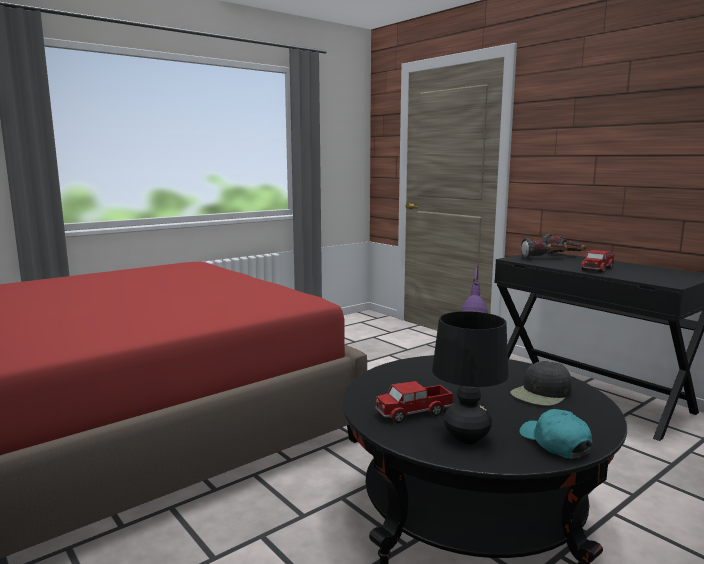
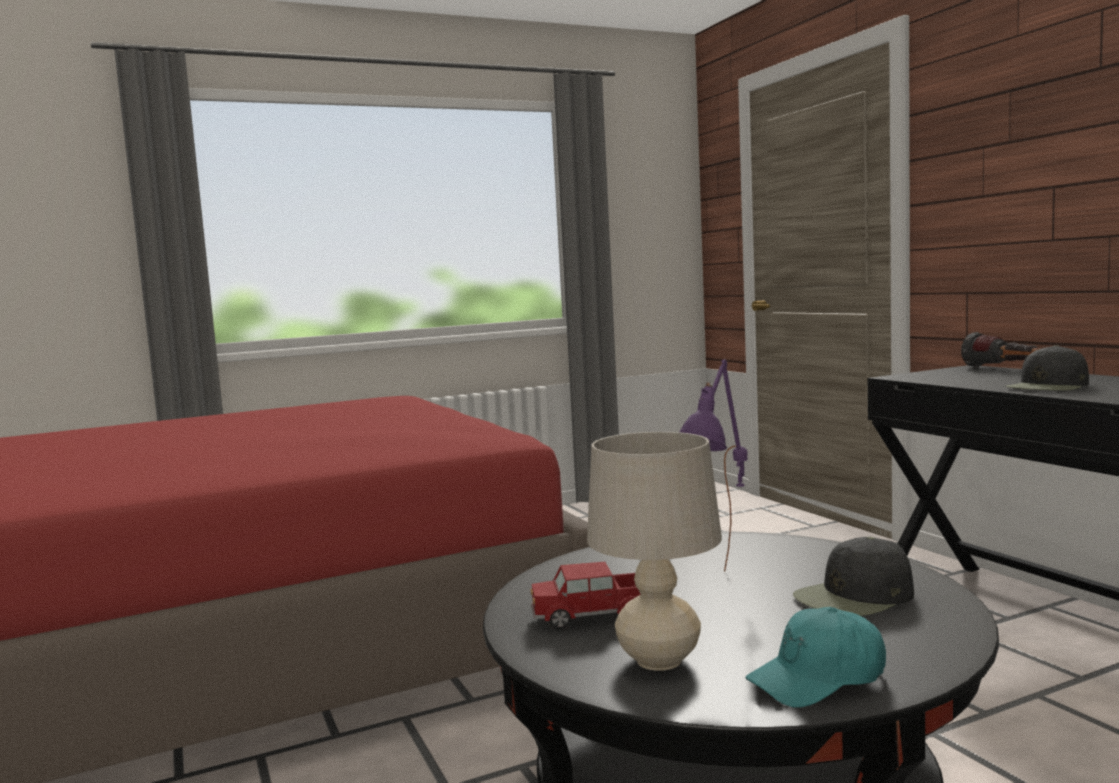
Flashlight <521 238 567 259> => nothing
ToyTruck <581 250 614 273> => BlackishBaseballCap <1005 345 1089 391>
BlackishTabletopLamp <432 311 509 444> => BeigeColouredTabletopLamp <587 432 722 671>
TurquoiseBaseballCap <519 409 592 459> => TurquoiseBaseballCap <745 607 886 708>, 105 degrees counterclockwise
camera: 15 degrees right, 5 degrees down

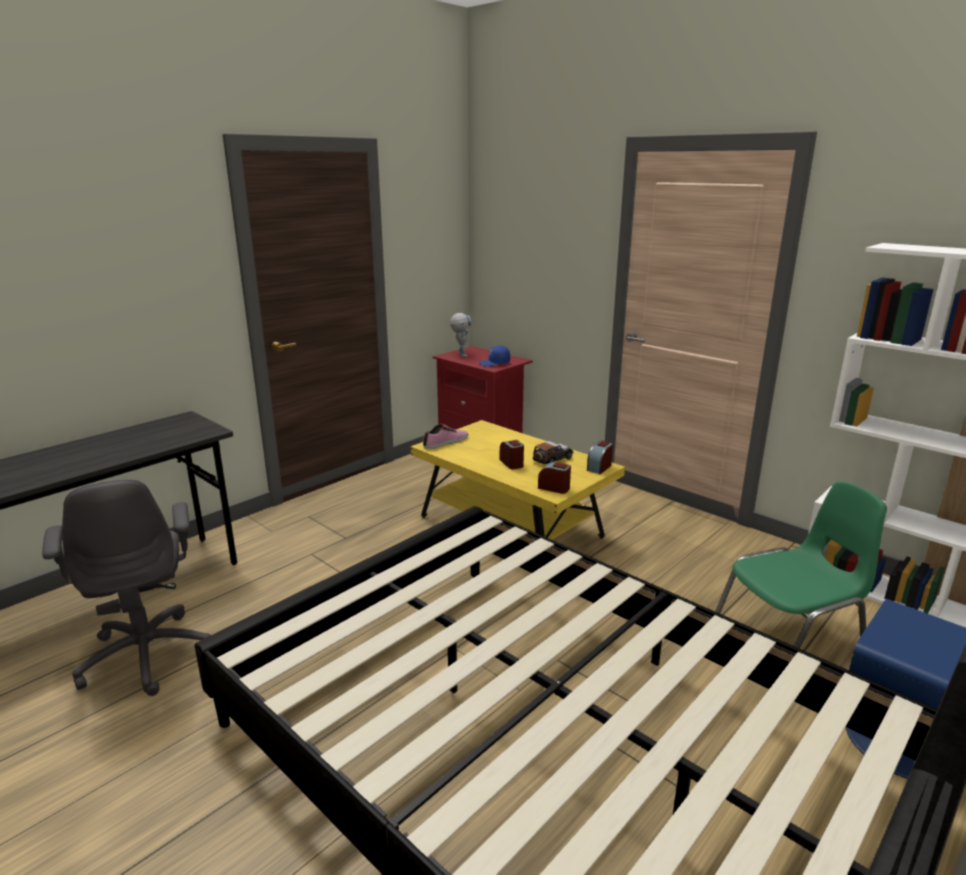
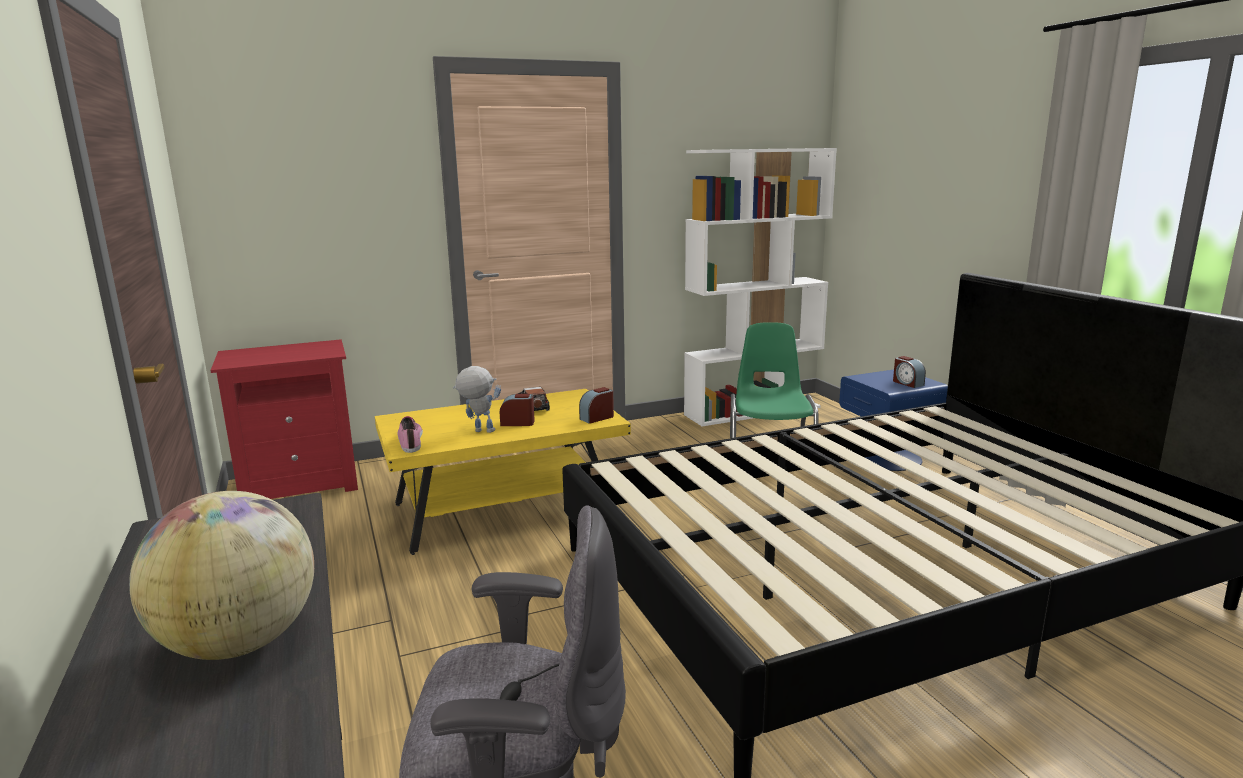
ToyRobot <450 313 472 357> => ToyRobot <453 366 501 433>, moved
BluishBaseballCap <479 345 510 367> => nothing
BedsideClock <587 441 613 474> => BedsideClock <893 356 926 388>, moved
nothing => DeskGlobe <129 491 314 660>
camera: 65 degrees left, 5 degrees down

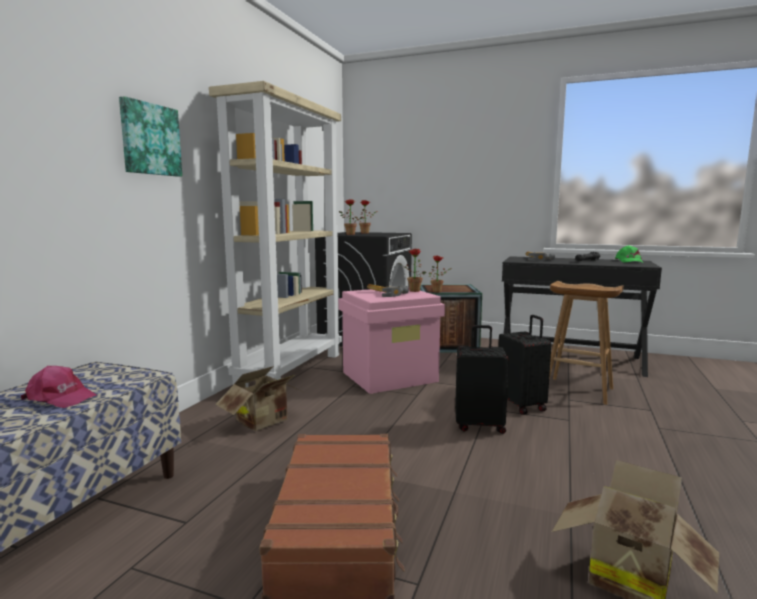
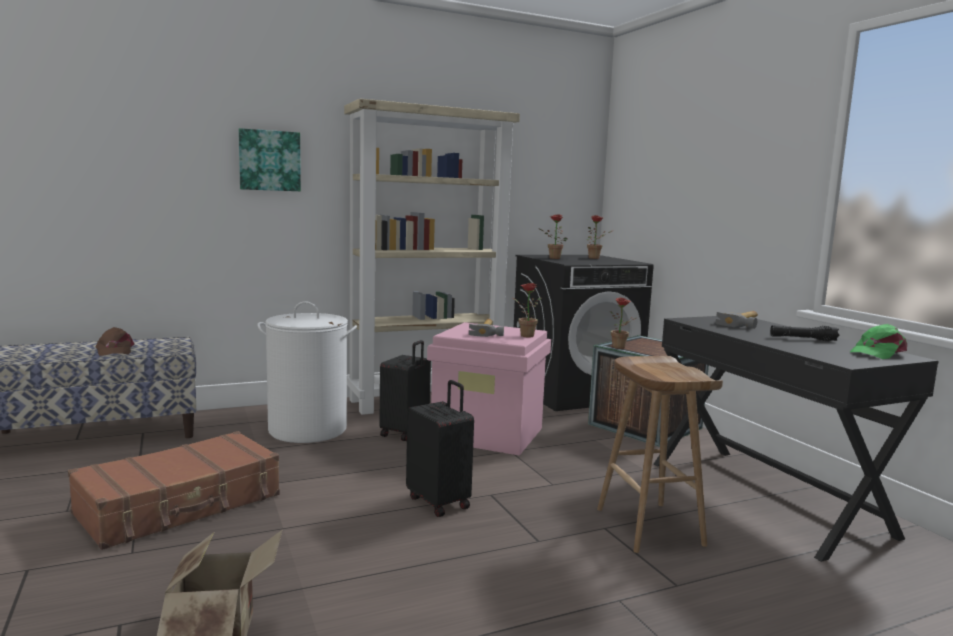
BlackishPieceOfLuggage <498 315 552 415> => BlackishPieceOfLuggage <379 340 431 441>, moved
PinkBaseballCap <21 366 97 408> => BrownishBaseballCap <96 327 134 356>
Carton <215 366 300 431> => WhiteWashingBasket <258 301 357 443>
camera: 45 degrees right, 0 degrees up

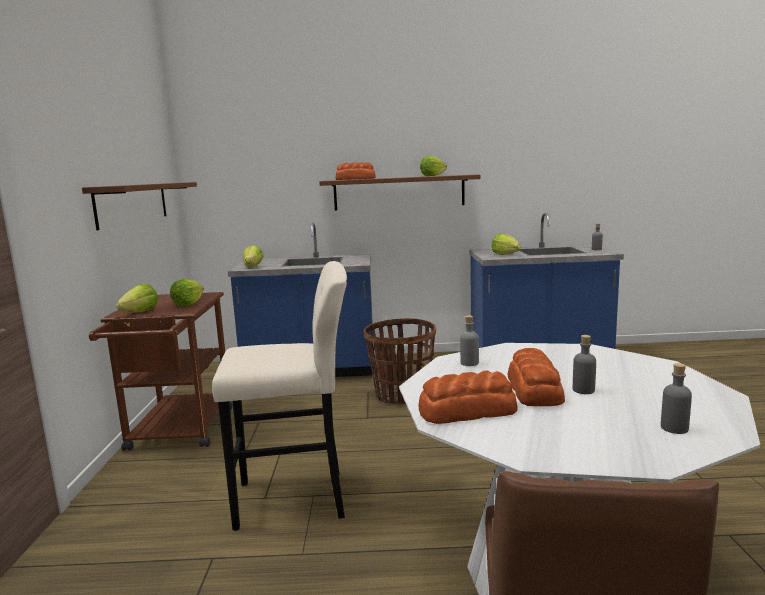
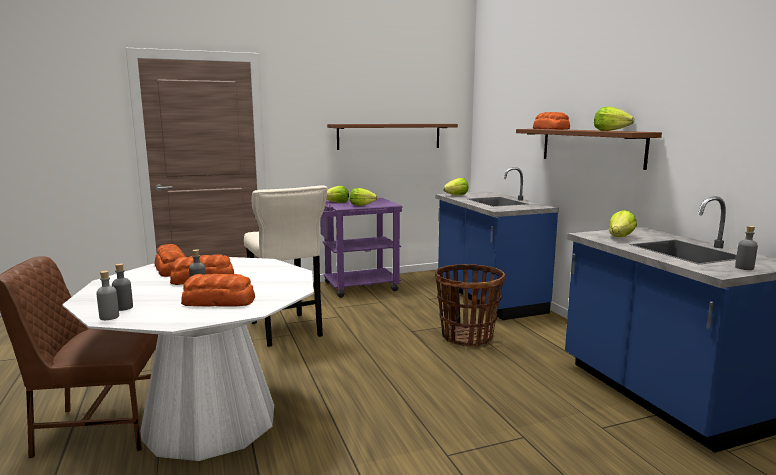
BrownishCart <89 292 232 451> => PurpleColouredCart <320 198 402 298>
GreyBeverageBottle <460 315 479 366> => GreyBeverageBottle <96 271 119 320>, moved
nothing => BakeryBread <181 274 255 307>
camera: 70 degrees right, 0 degrees up

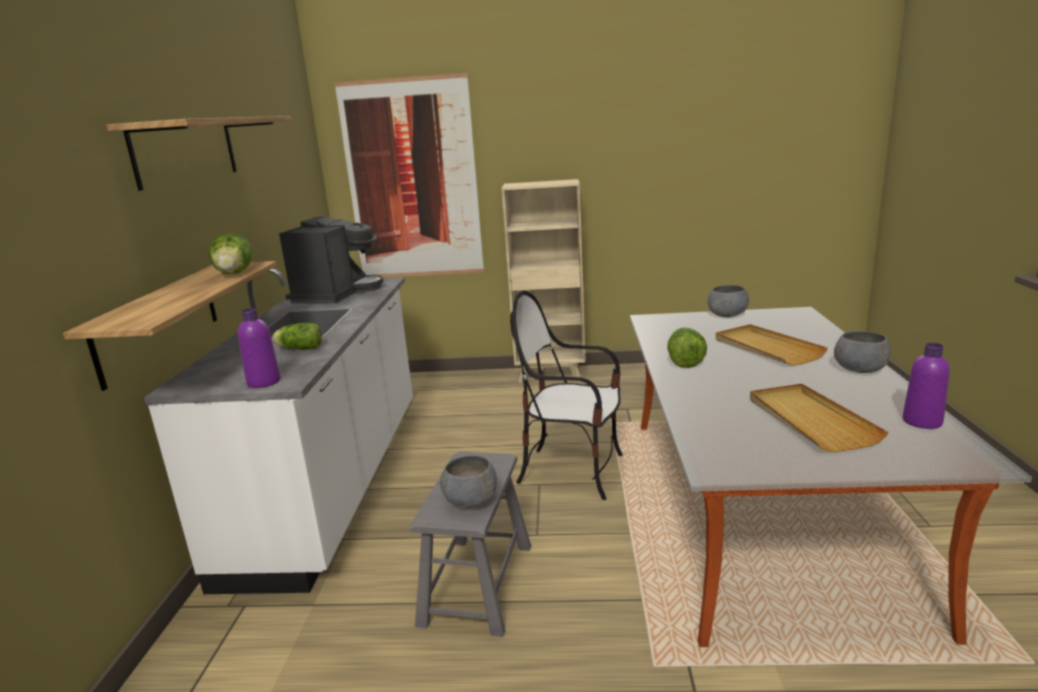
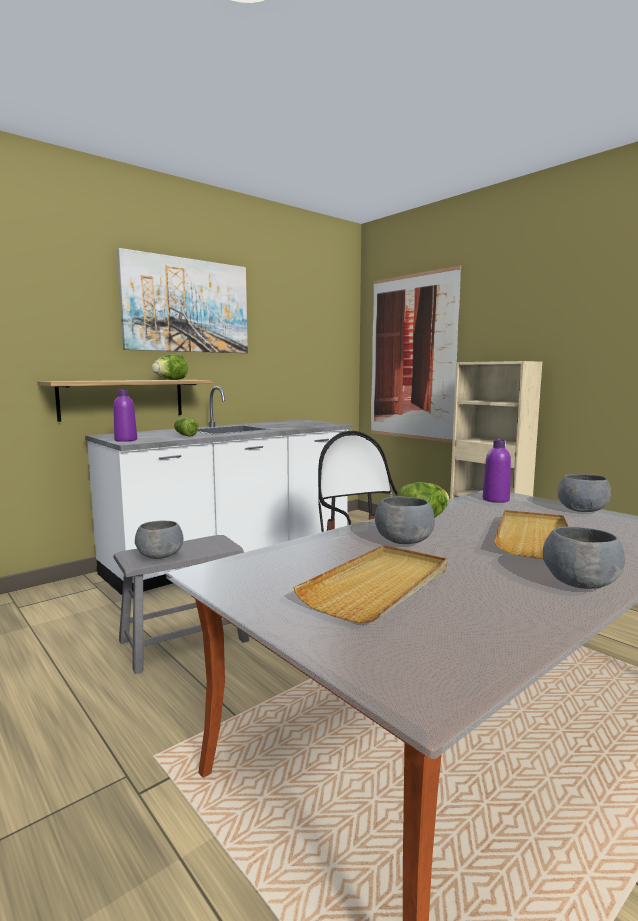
BracketShelf <106 116 292 191> => WallArt <117 248 248 353>
CoffeeBrewer <279 216 383 304> => nothing
PurpleColouredBeverageBottle <903 343 950 429> => PurpleColouredBeverageBottle <483 439 511 503>, moved
nothing => GreyBowl <375 497 435 544>
camera: 45 degrees right, 10 degrees down

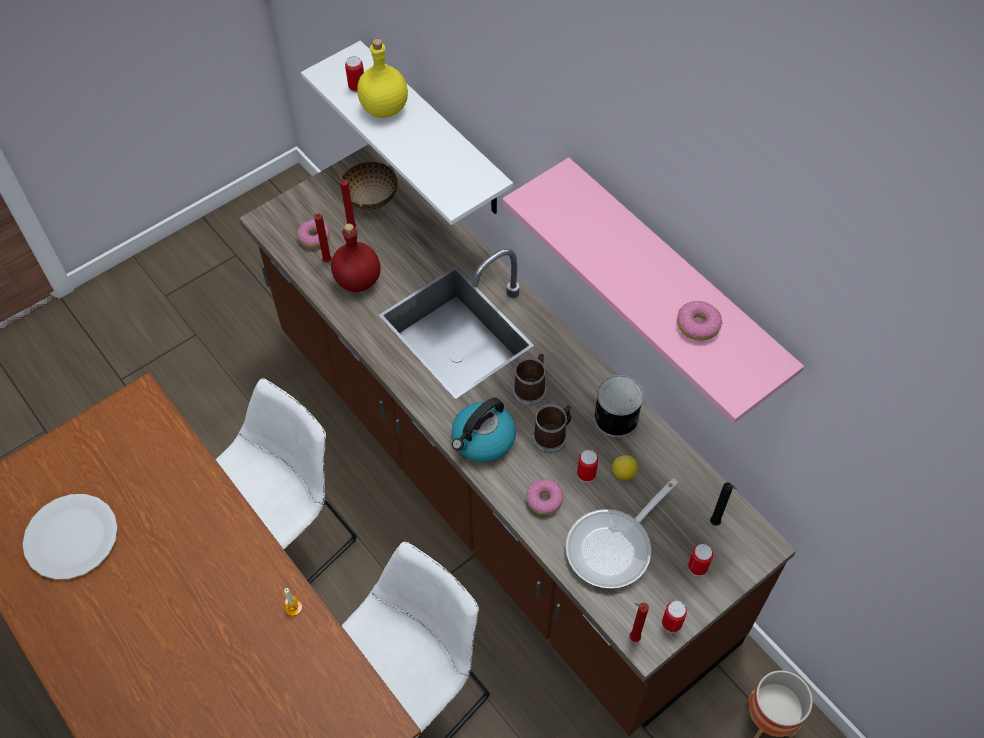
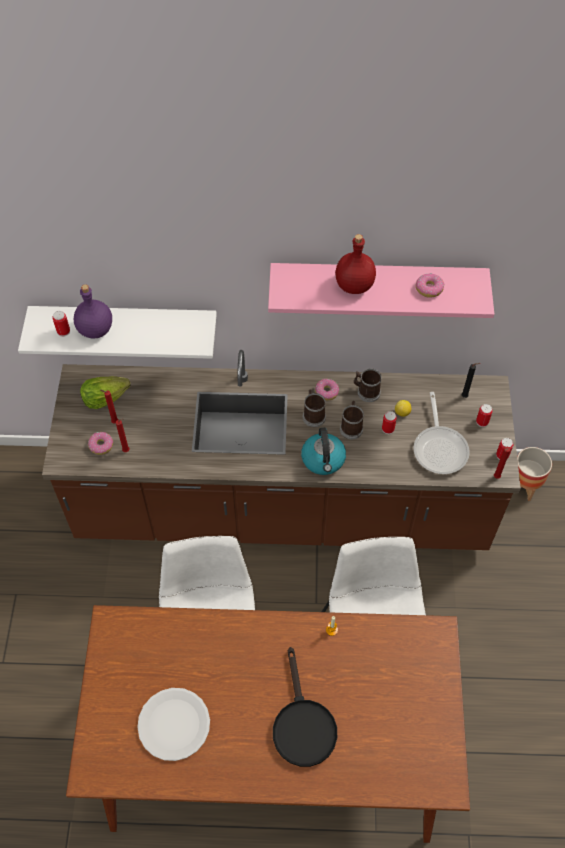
YellowBeverageBottle <357 39 408 118> => PurpleColouredBeverageBottle <74 284 112 338>
Bowl <340 162 397 210> => LettuceHead <80 376 130 409>
RedBeverageBottle <331 224 381 292> => RedBeverageBottle <335 234 376 294>, moved
Can <594 375 644 437> => Mug <354 368 382 402>
Doughnut <526 479 564 515> => Doughnut <315 379 339 401>, moved
nothing => BlackishSkillet <273 647 337 767>
camera: 50 degrees left, 0 degrees up

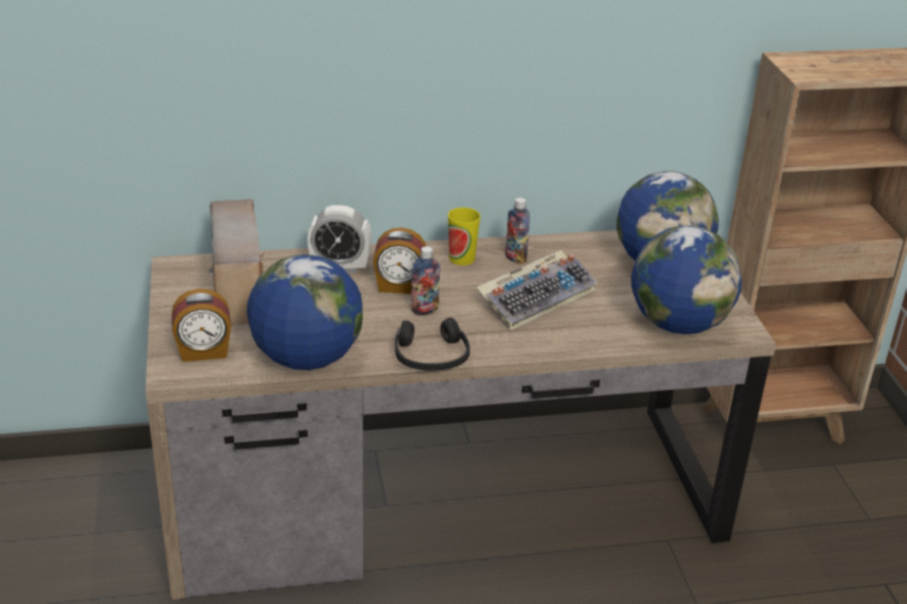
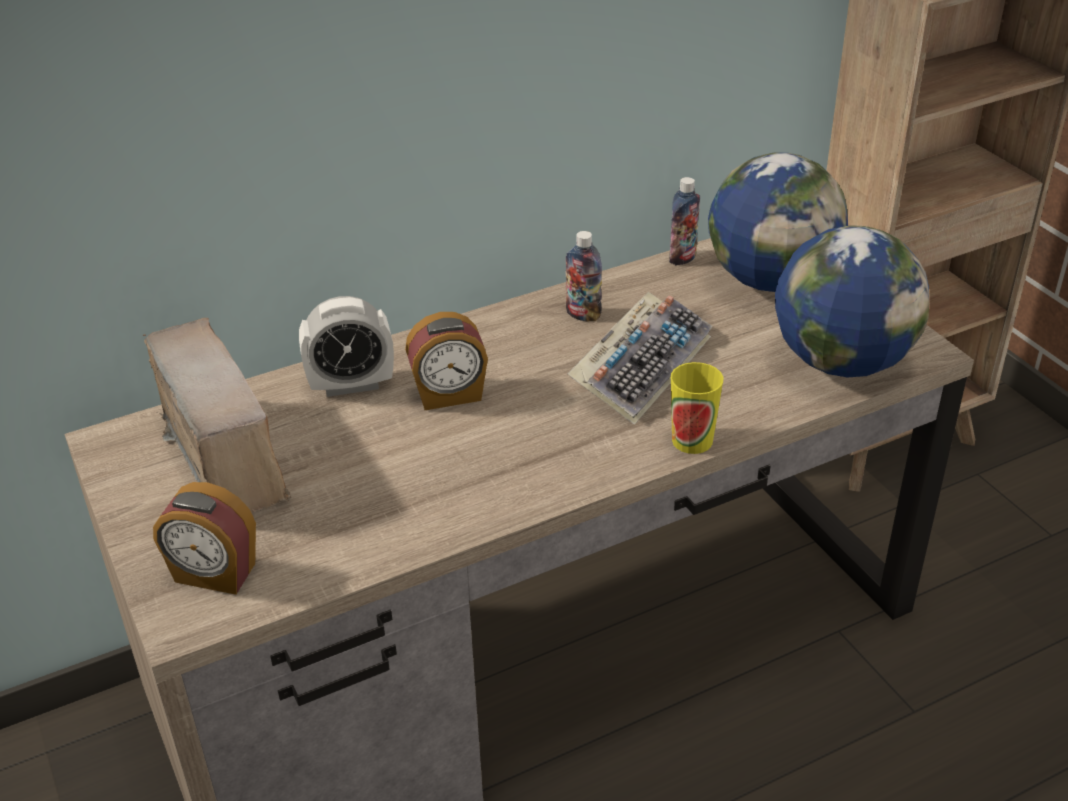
DrinkingCup <448 207 481 266> => DrinkingCup <671 362 723 454>, moved
BeverageBottle <411 246 440 315> => BeverageBottle <669 177 700 266>, moved
DeskGlobe <247 254 363 370> => nothing
BedsideClock <172 289 231 362> => BedsideClock <153 482 256 595>, 45 degrees clockwise
BlackishHeadphones <395 317 470 371> => nothing
camera: 15 degrees left, 5 degrees up

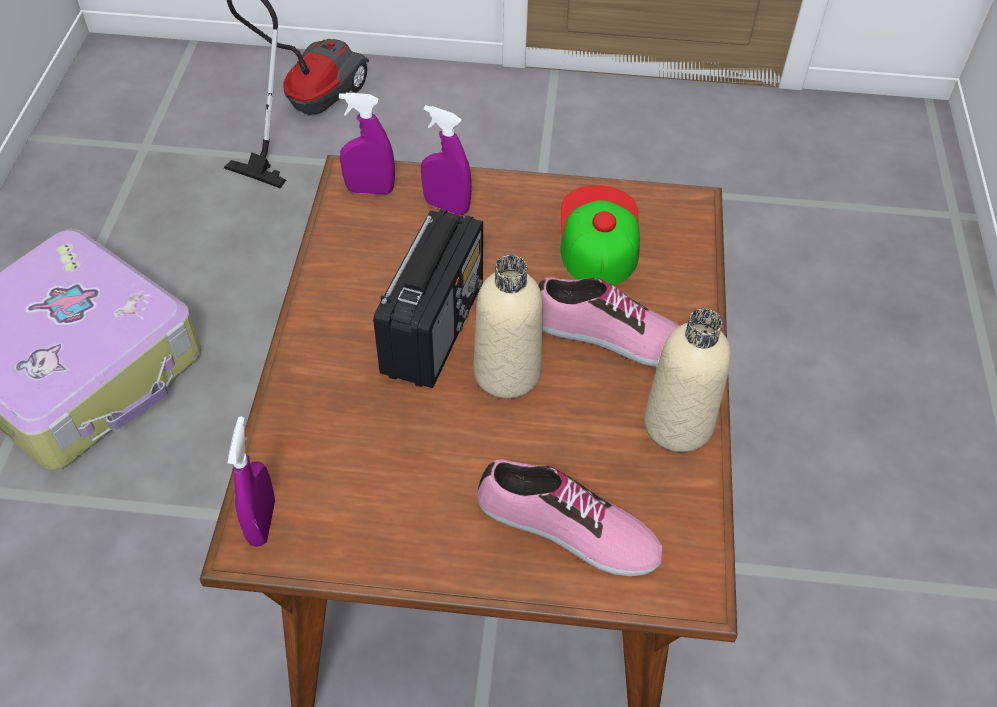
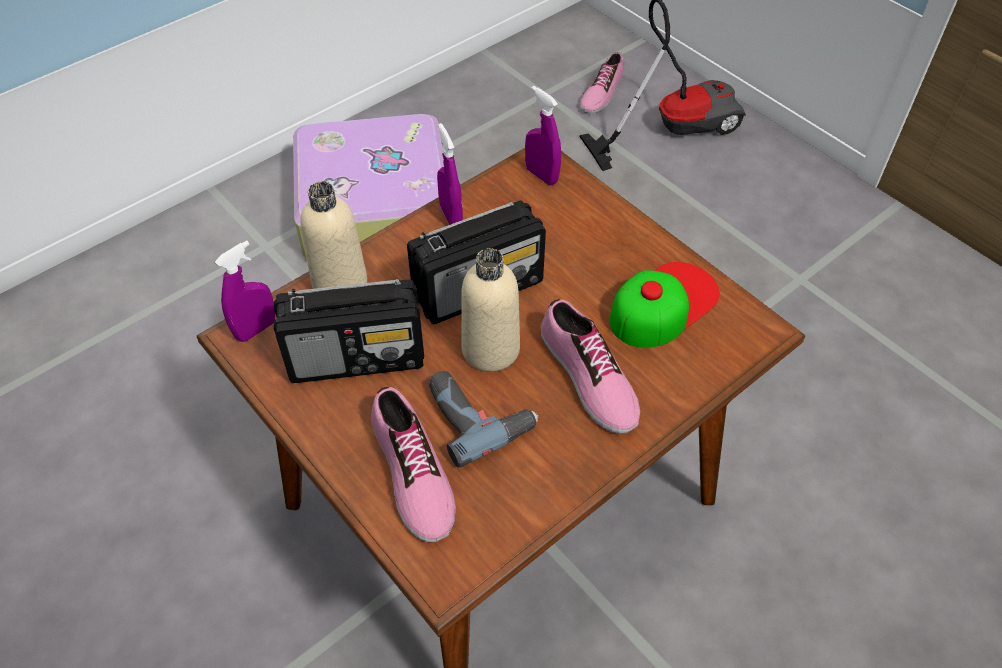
PurpleColouredSprayBottle <421 105 472 215> => PurpleColouredSprayBottle <437 123 463 225>, moved
BeigeColouredBeverageBottle <644 309 731 452> => BeigeColouredBeverageBottle <300 181 367 289>, moved
nothing => Shoe <580 52 624 113>
nothing => Radio <274 279 424 383>
nothing => PowerDrill <429 371 539 467>
camera: 45 degrees right, 0 degrees up

